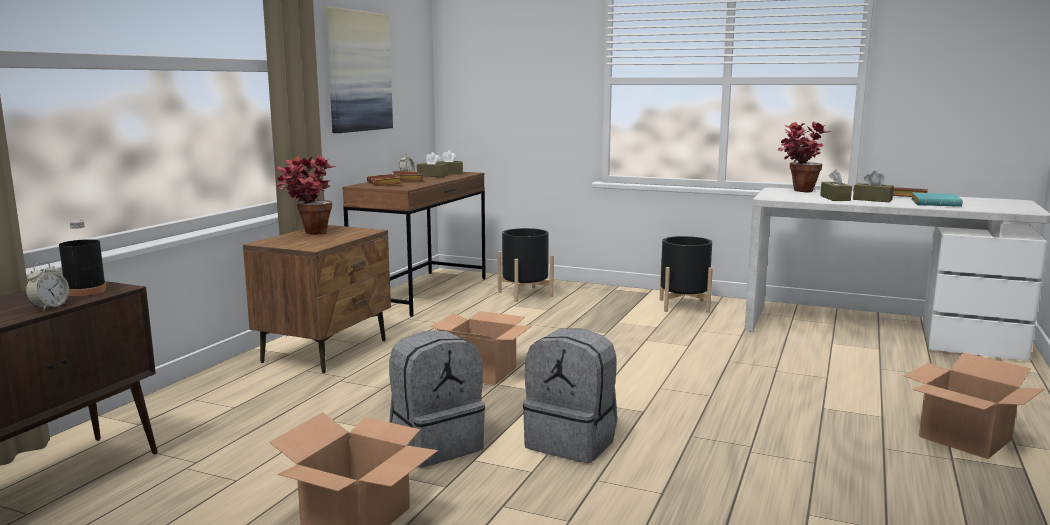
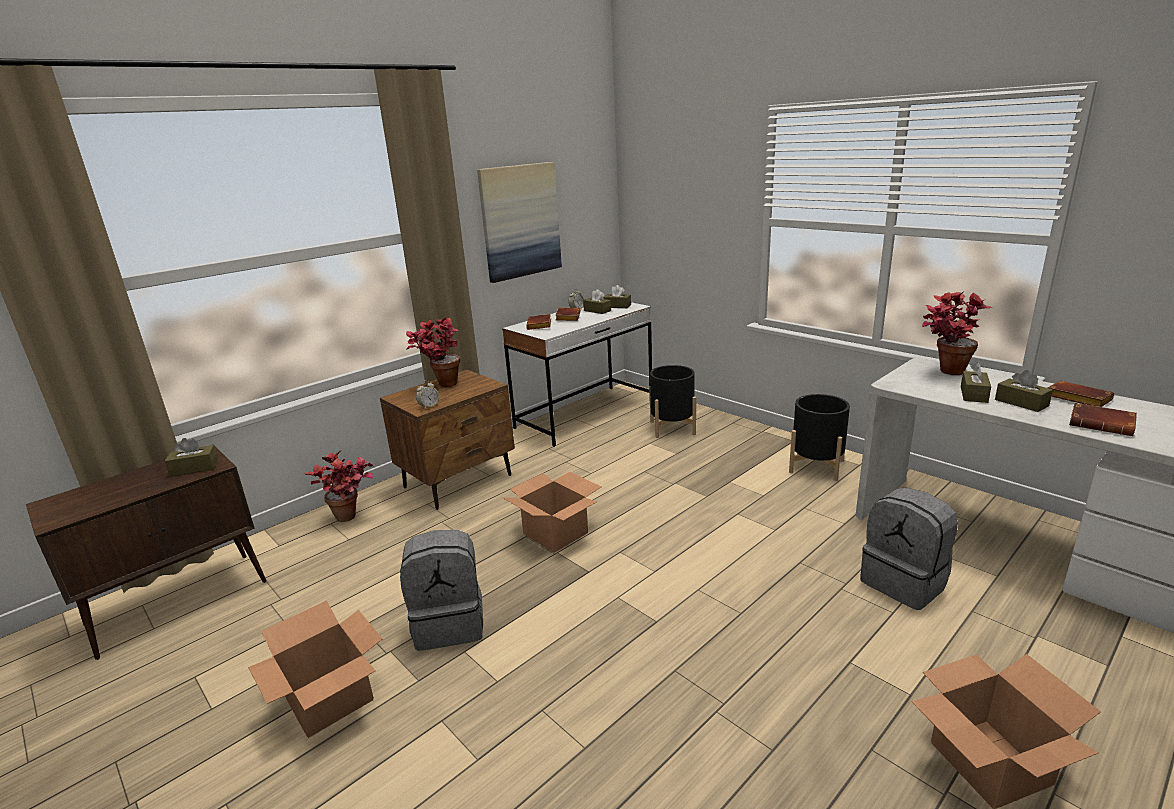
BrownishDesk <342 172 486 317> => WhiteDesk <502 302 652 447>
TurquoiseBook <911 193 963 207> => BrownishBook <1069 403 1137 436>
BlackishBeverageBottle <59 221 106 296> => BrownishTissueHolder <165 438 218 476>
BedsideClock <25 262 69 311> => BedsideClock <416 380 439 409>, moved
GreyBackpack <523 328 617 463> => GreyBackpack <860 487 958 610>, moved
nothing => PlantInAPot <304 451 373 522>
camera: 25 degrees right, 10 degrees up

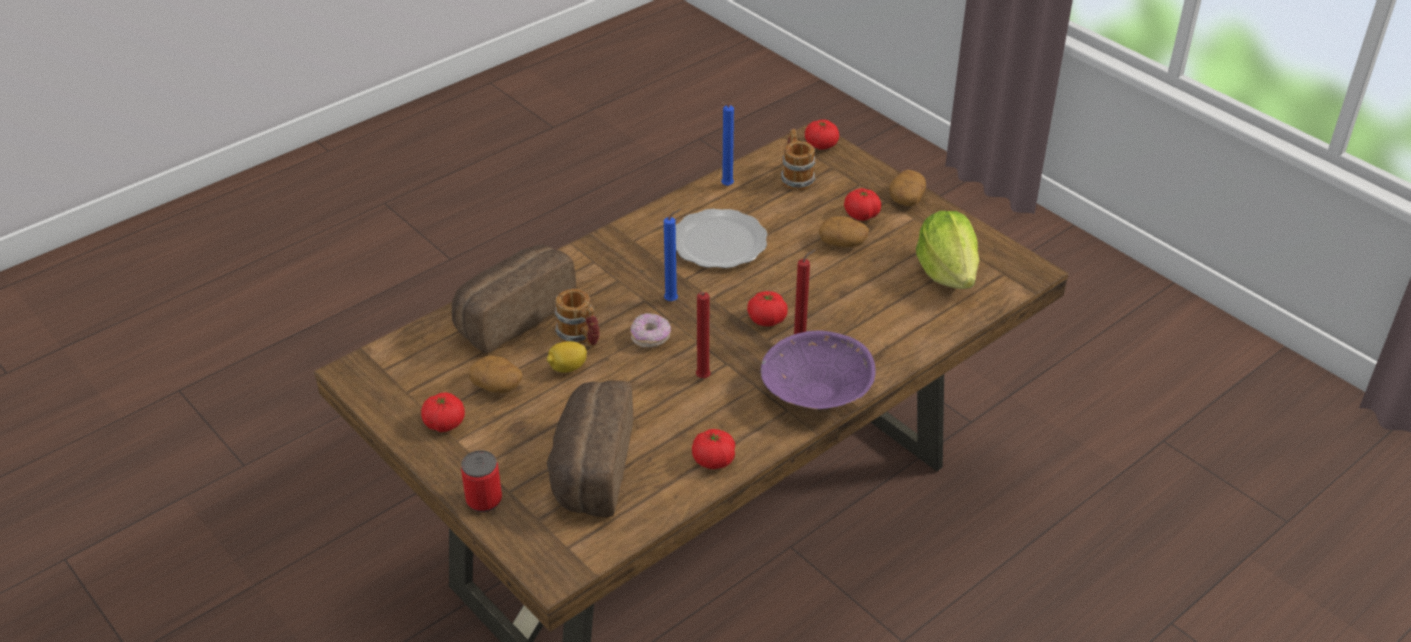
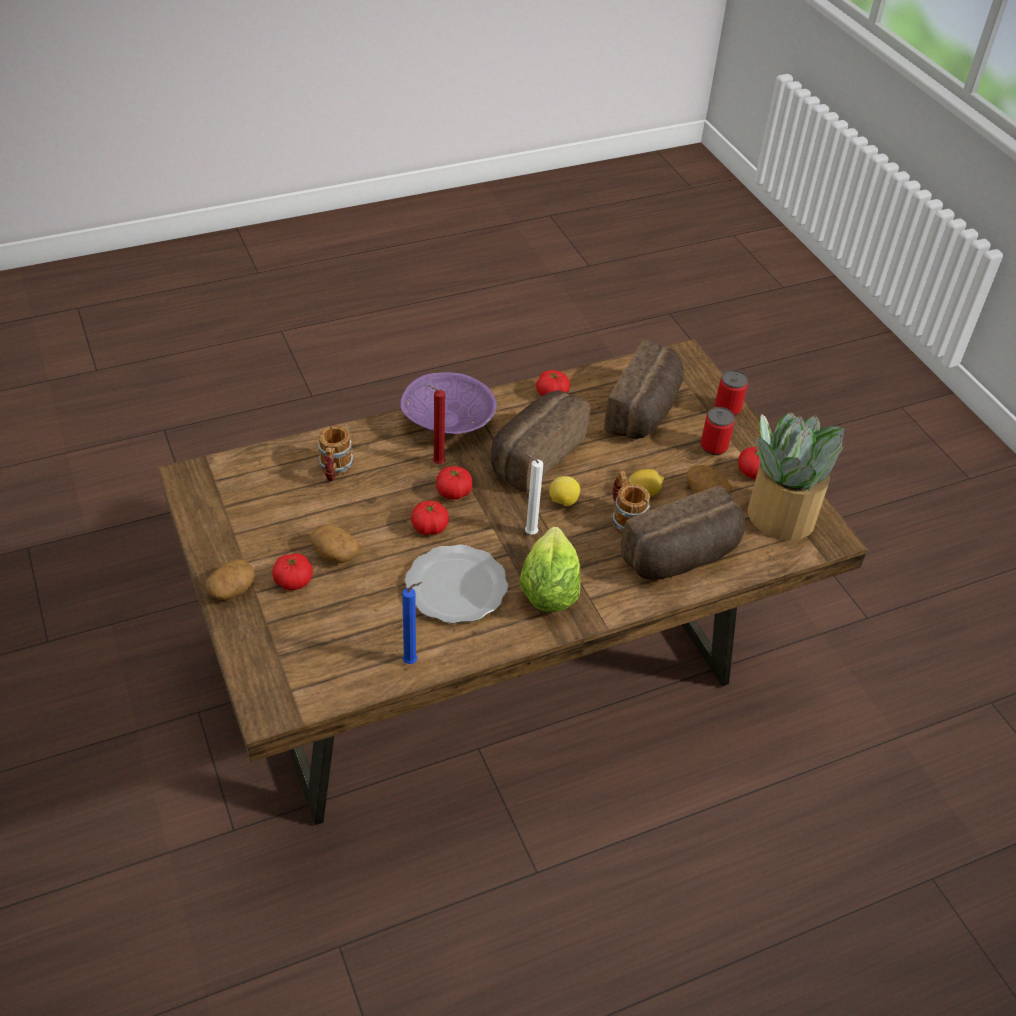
FreshTomato <805 120 839 150> => FreshTomato <411 501 449 535>, moved
Mug <781 129 816 191> => Mug <318 426 353 482>, moved
BluishCandle <664 209 681 301> => WhiteCandle <525 454 543 534>
LettuceHead <916 211 979 289> => LettuceHead <520 527 581 612>, moved
RedCandle <696 292 711 378> => BakeryBread <491 390 591 493>
Doughnut <630 313 671 348> => Lemon <549 476 580 506>
nothing => Can <701 407 735 455>
nothing => PlantInAPot <747 412 845 540>
camera: 165 degrees left, 5 degrees up

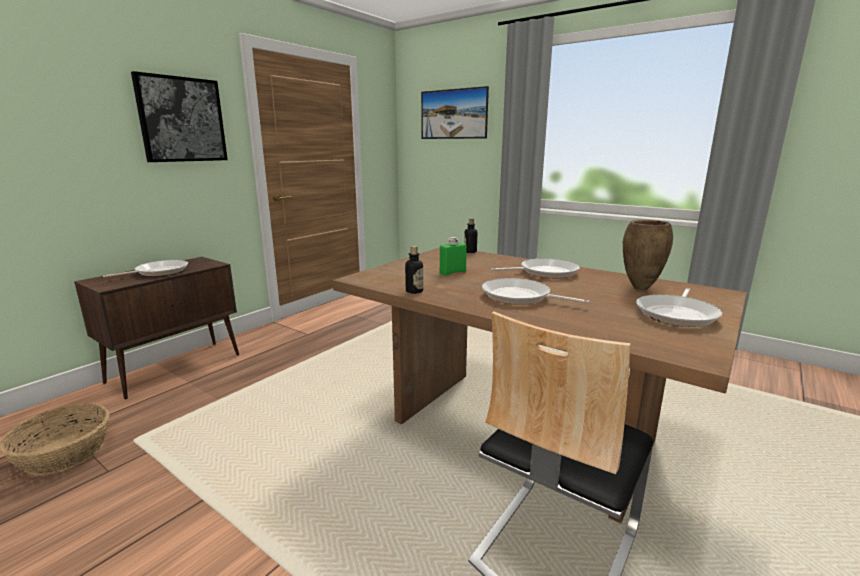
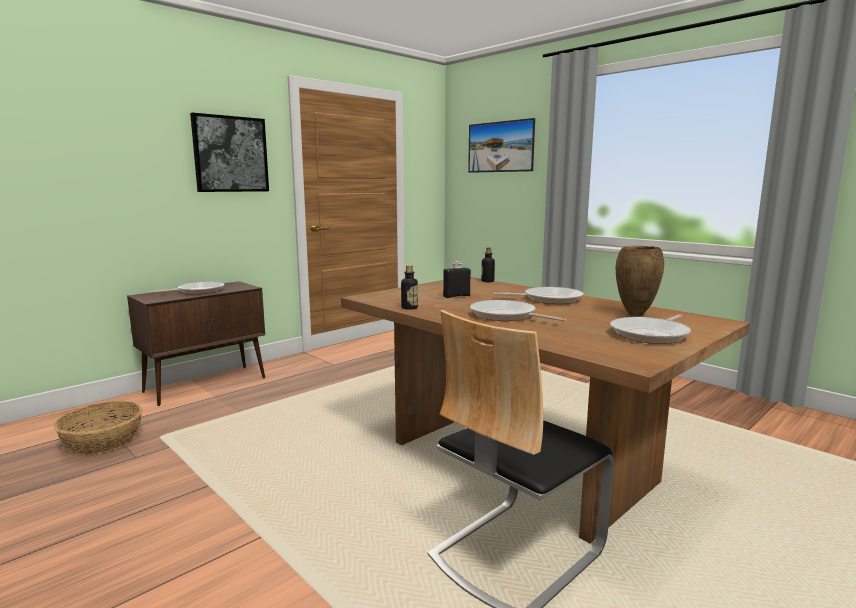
GreenBeverageBottle <440 237 467 276> => BlackishBeverageBottle <443 261 471 298>
camera: 10 degrees right, 5 degrees down

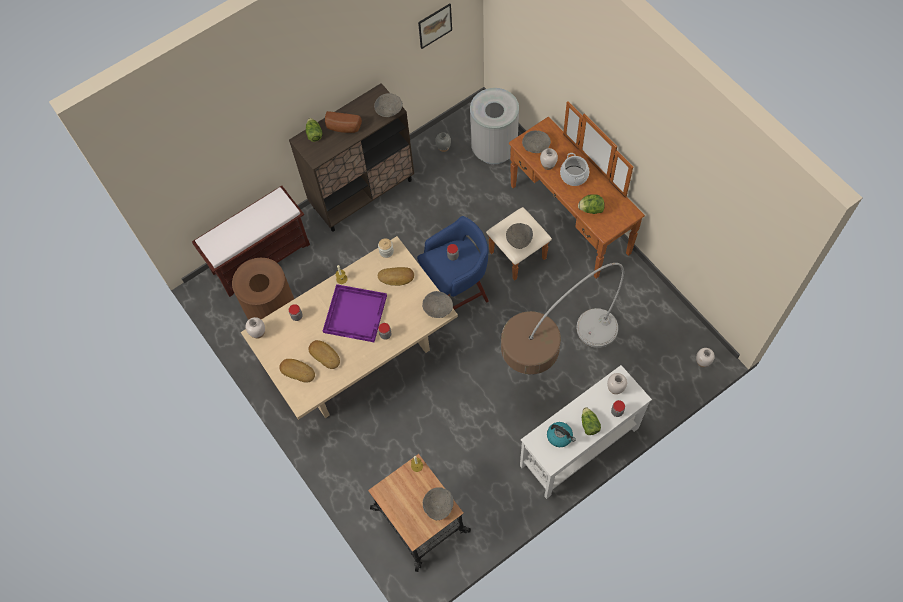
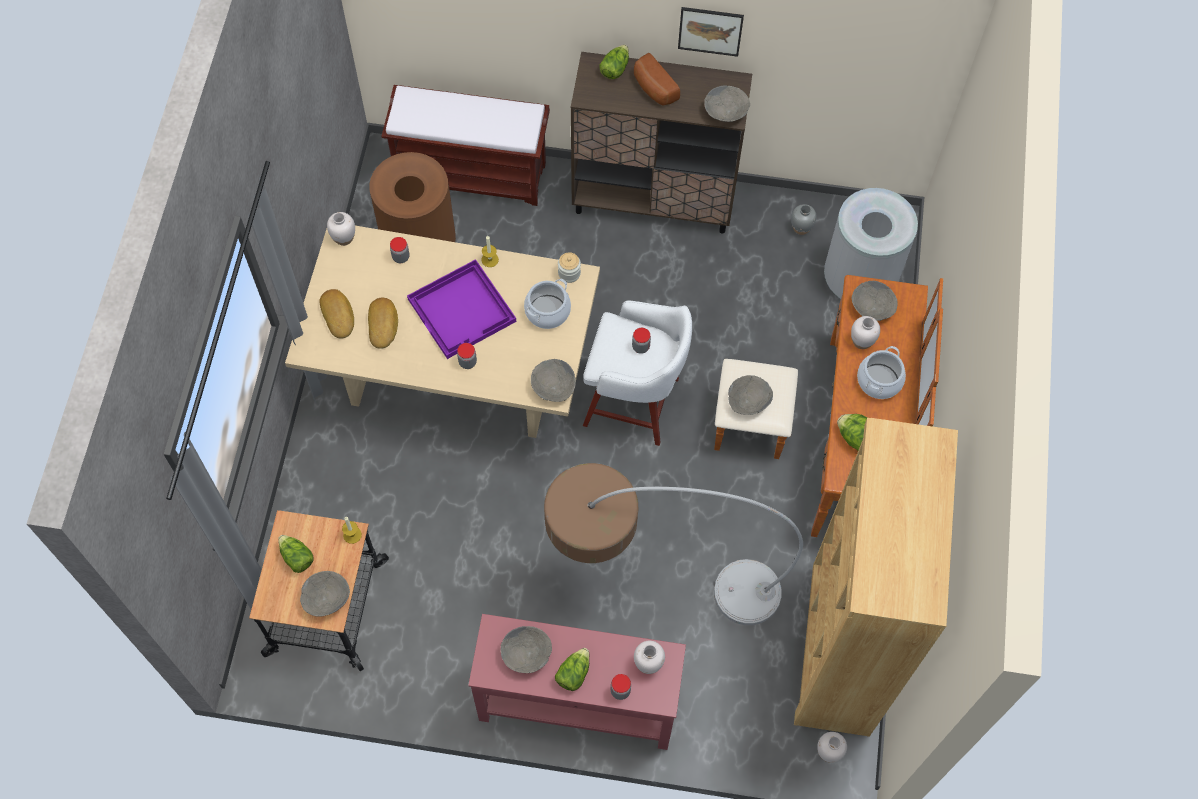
WallArt <418 3 452 49> => WallArt <678 7 744 57>, moved
BluishStoolSeat <417 216 489 310> => WhiteStoolSeat <583 300 692 446>
BakeryBread <378 267 414 286> => Stockpot <524 279 571 329>
WhiteNarrowTable <520 365 652 499> => RedNarrowTable <468 614 686 750>
WaterKettle <547 422 576 447> => GreyBowl <501 626 552 673>
nothing => BrownishShelvingUnit <794 418 958 737>
nothing => LettuceHead <278 535 314 573>
camera: 40 degrees right, 0 degrees up

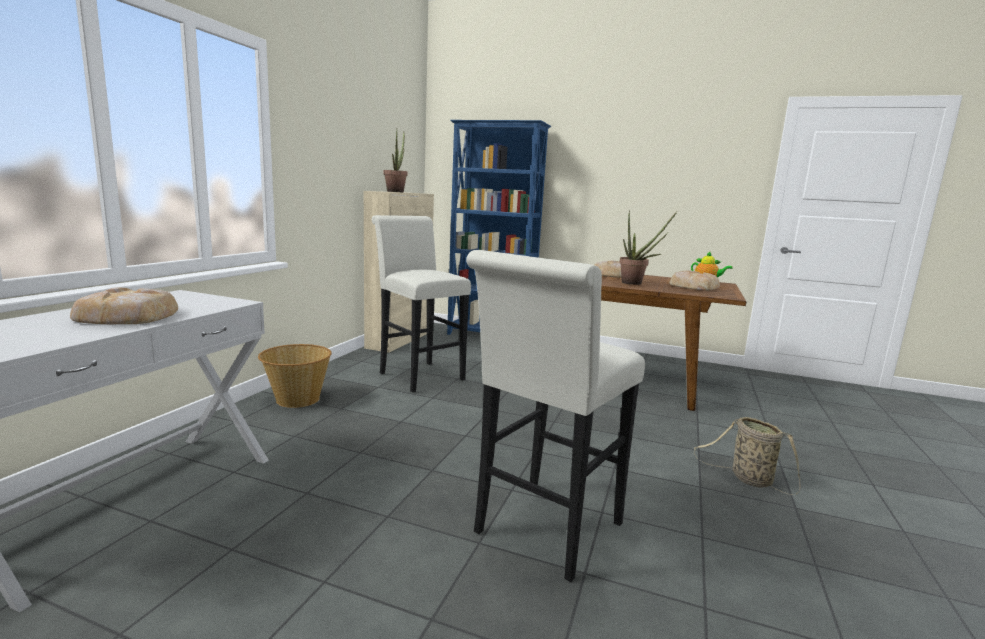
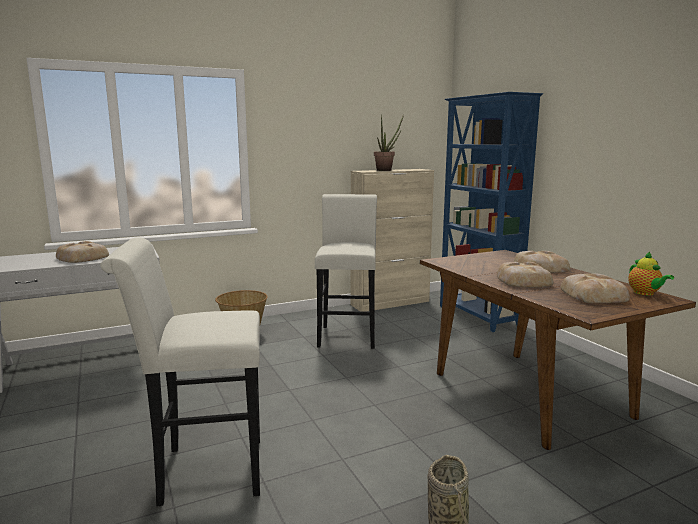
PlantInAPot <619 210 677 285> => BakeryBread <497 262 554 288>
camera: 45 degrees right, 0 degrees up

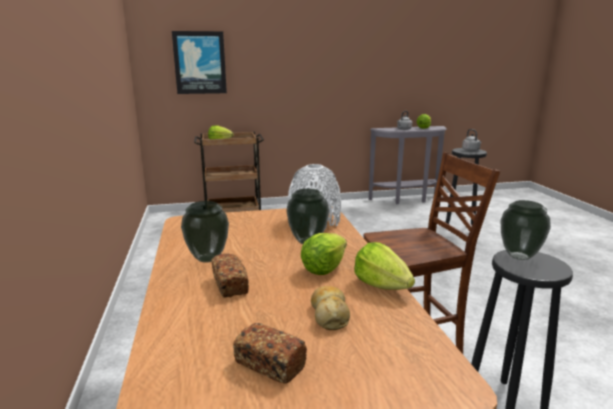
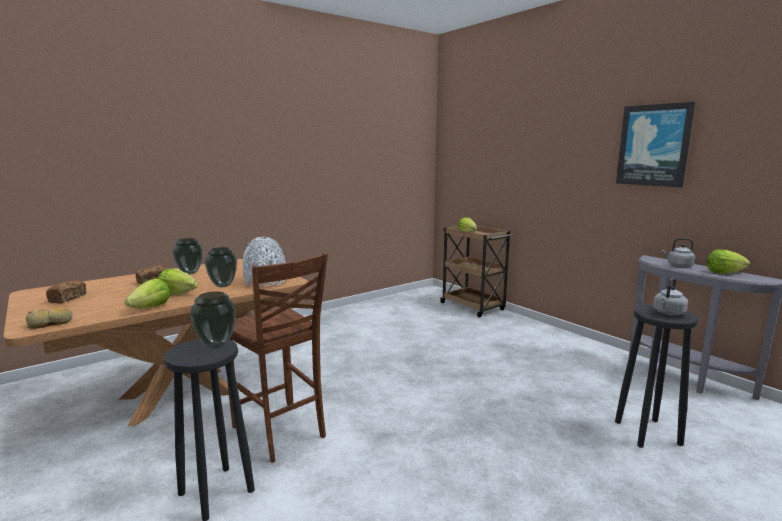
WallArt <172 31 227 94> => WallArt <616 102 695 188>, moved
BakeryBread <311 286 350 330> => BakeryBread <26 307 73 329>, moved
camera: 65 degrees right, 5 degrees down

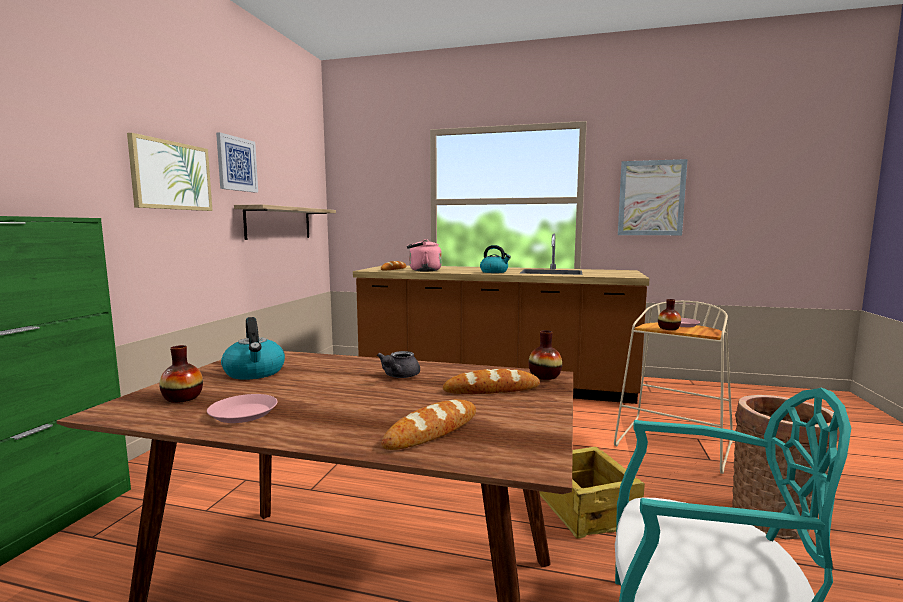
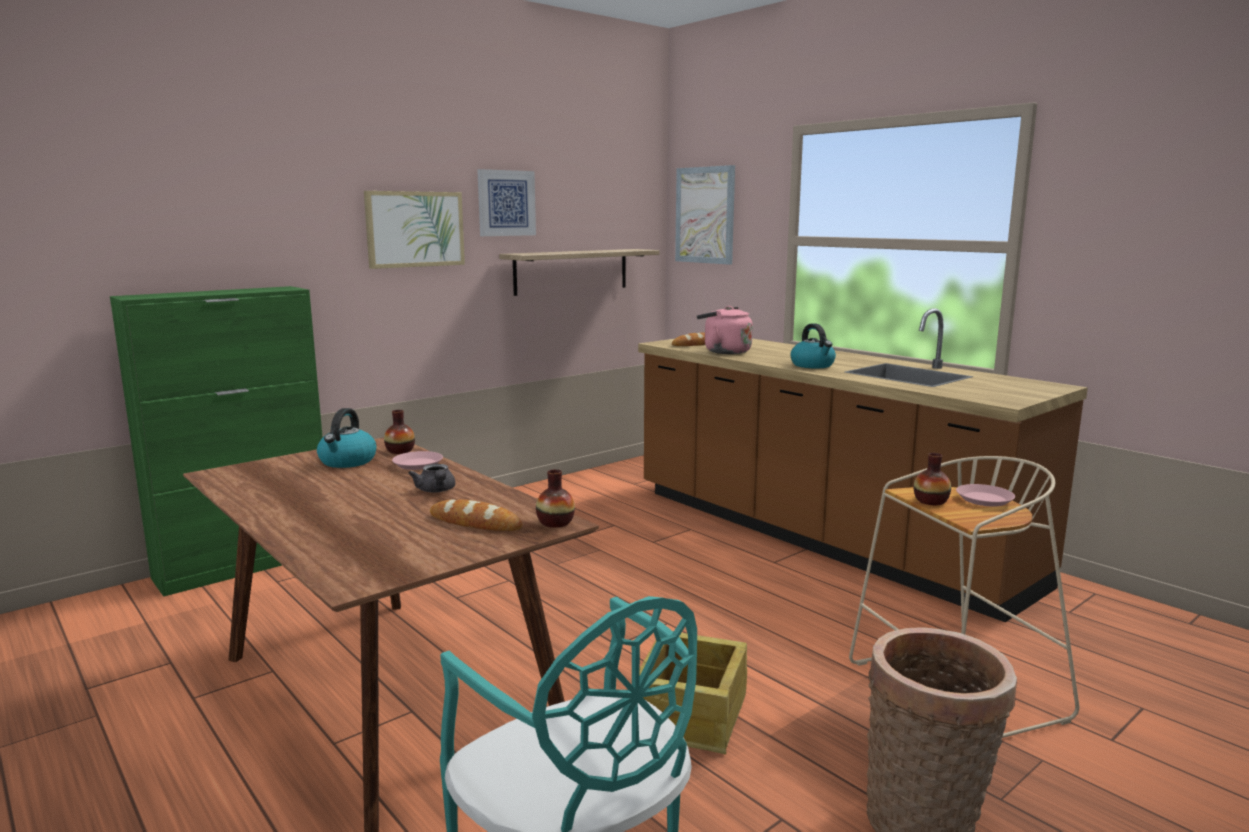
WallArt <618 159 688 235> => WallArt <675 165 735 265>, moved
DecorativeVase <159 345 203 403> => DecorativeVase <384 410 415 454>, moved
GreyPotForTea <377 351 420 378> => GreyPotForTea <408 464 455 492>, 75 degrees counterclockwise
PinkDinnerPlate <207 394 278 423> => PinkDinnerPlate <392 451 443 470>, moved
BakeryBread <381 399 476 450> => nothing
camera: 35 degrees right, 5 degrees up

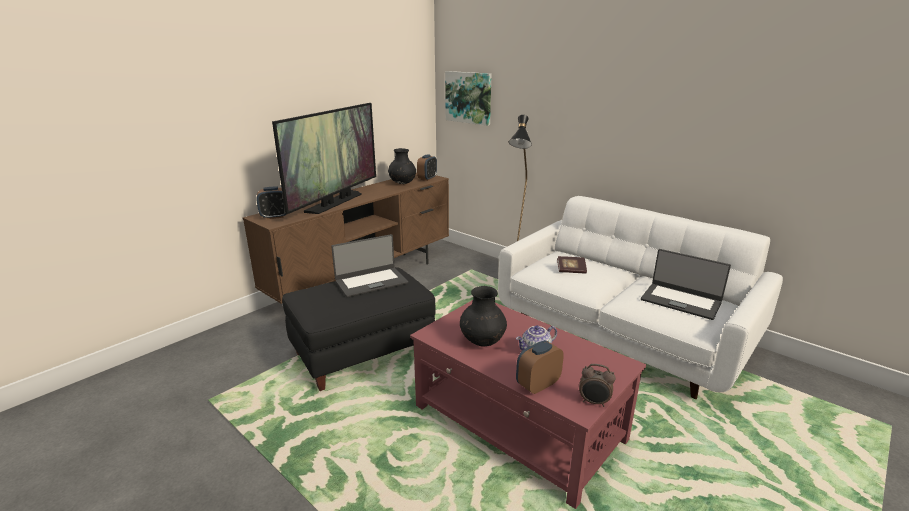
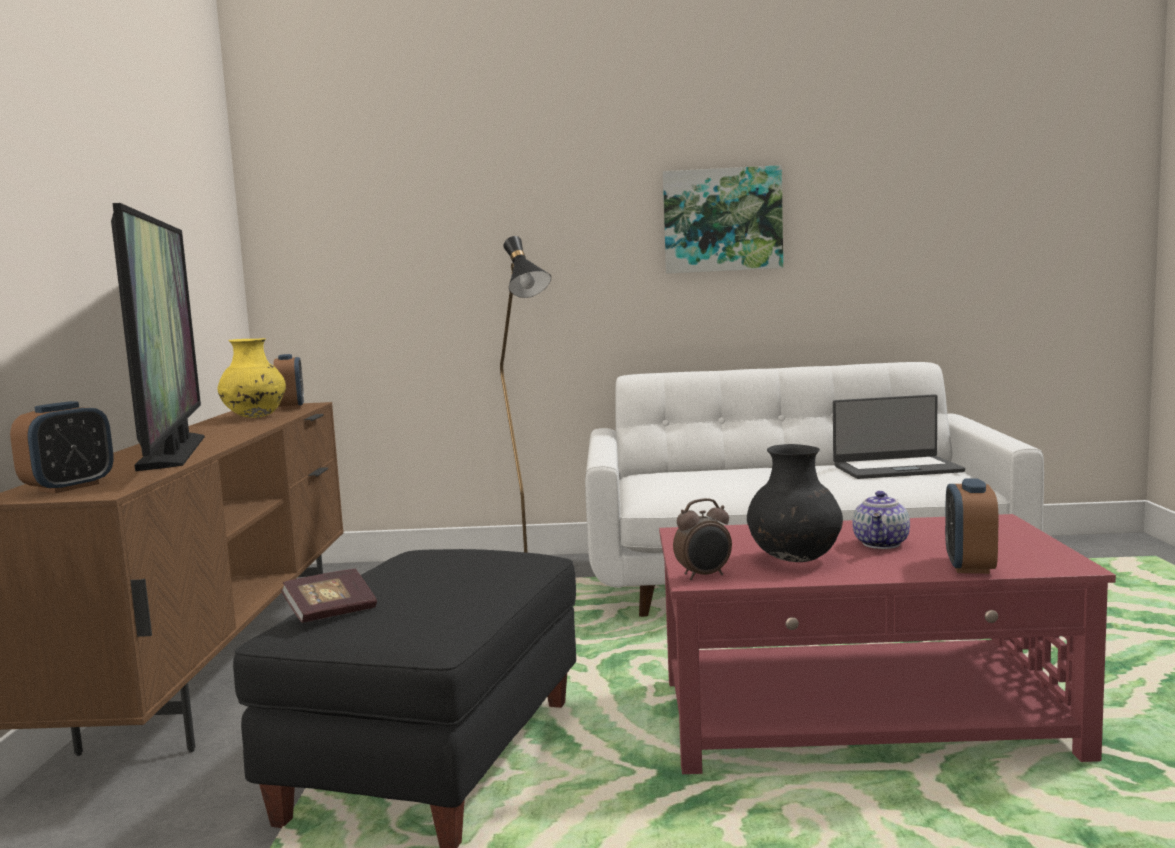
WallArt <445 71 492 126> => WallArt <663 165 783 274>, moved
BlackishDecorativeVase <388 148 416 184> => YellowDecorativeVase <218 338 286 418>
Laptop <331 234 408 298> => nothing
Book <557 256 587 274> => Book <281 569 377 623>, moved
BedsideClock <579 364 616 407> => BedsideClock <673 498 732 580>, moved
camera: 40 degrees left, 15 degrees down

